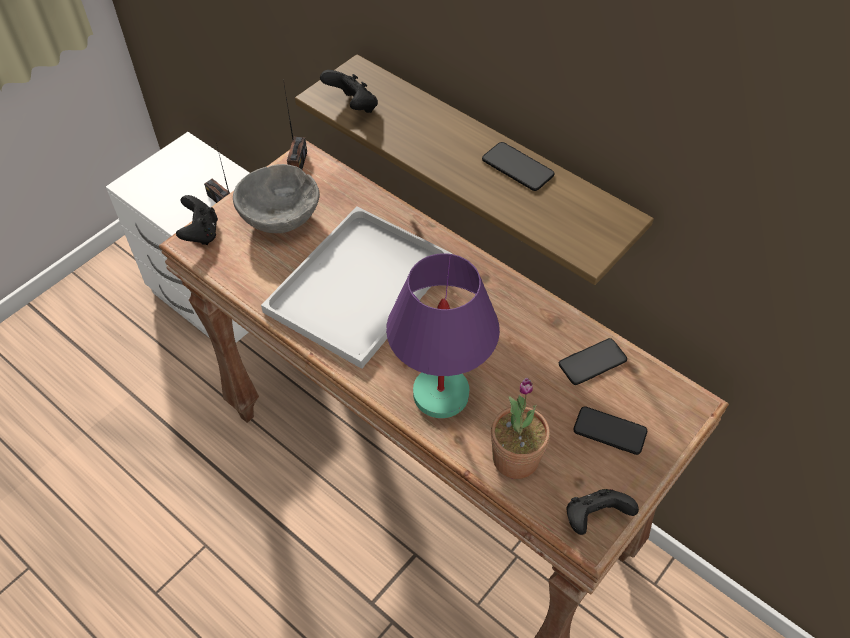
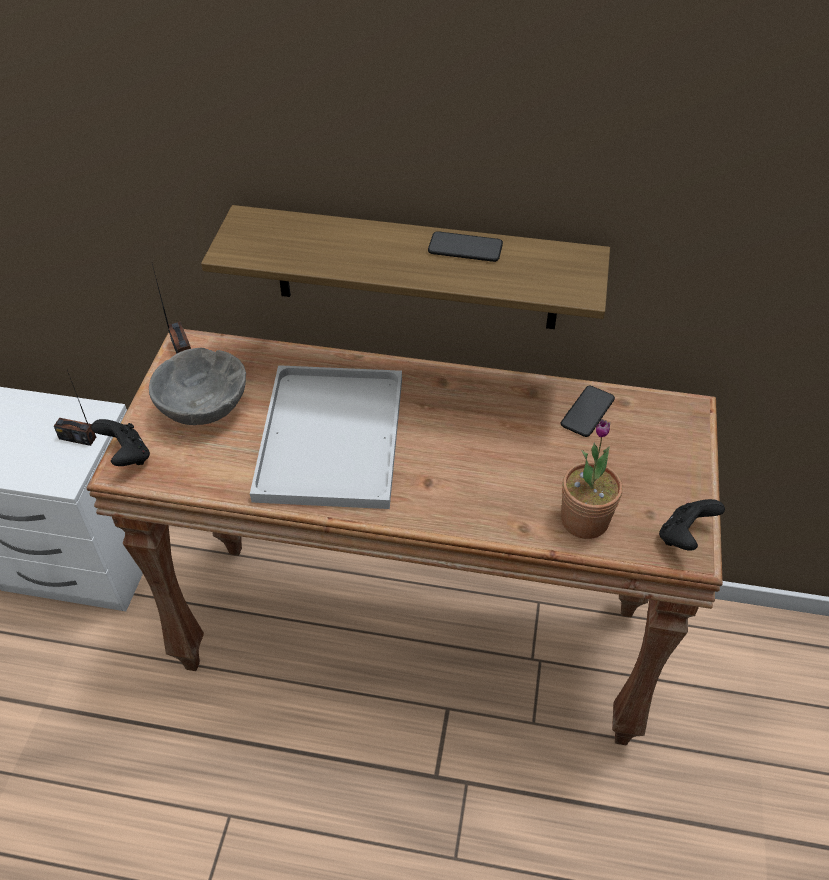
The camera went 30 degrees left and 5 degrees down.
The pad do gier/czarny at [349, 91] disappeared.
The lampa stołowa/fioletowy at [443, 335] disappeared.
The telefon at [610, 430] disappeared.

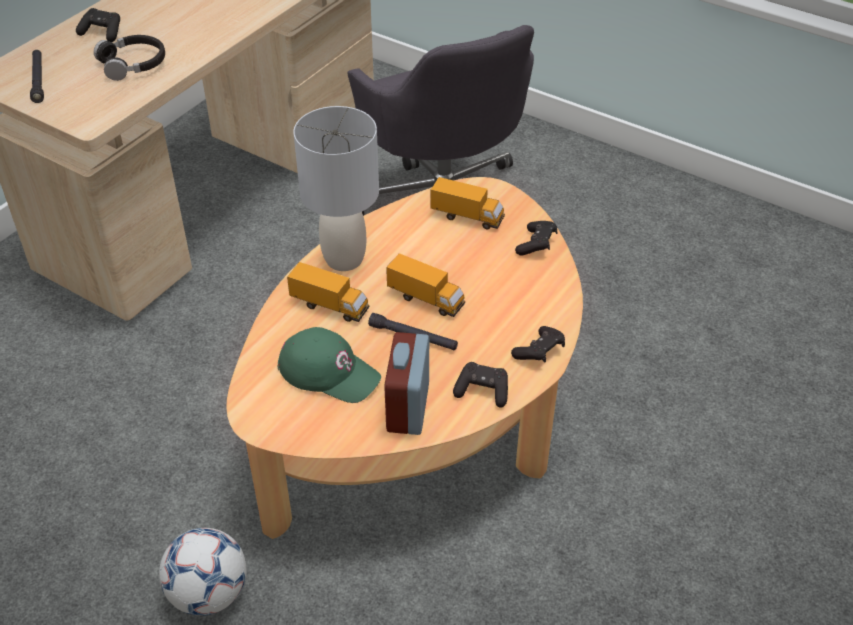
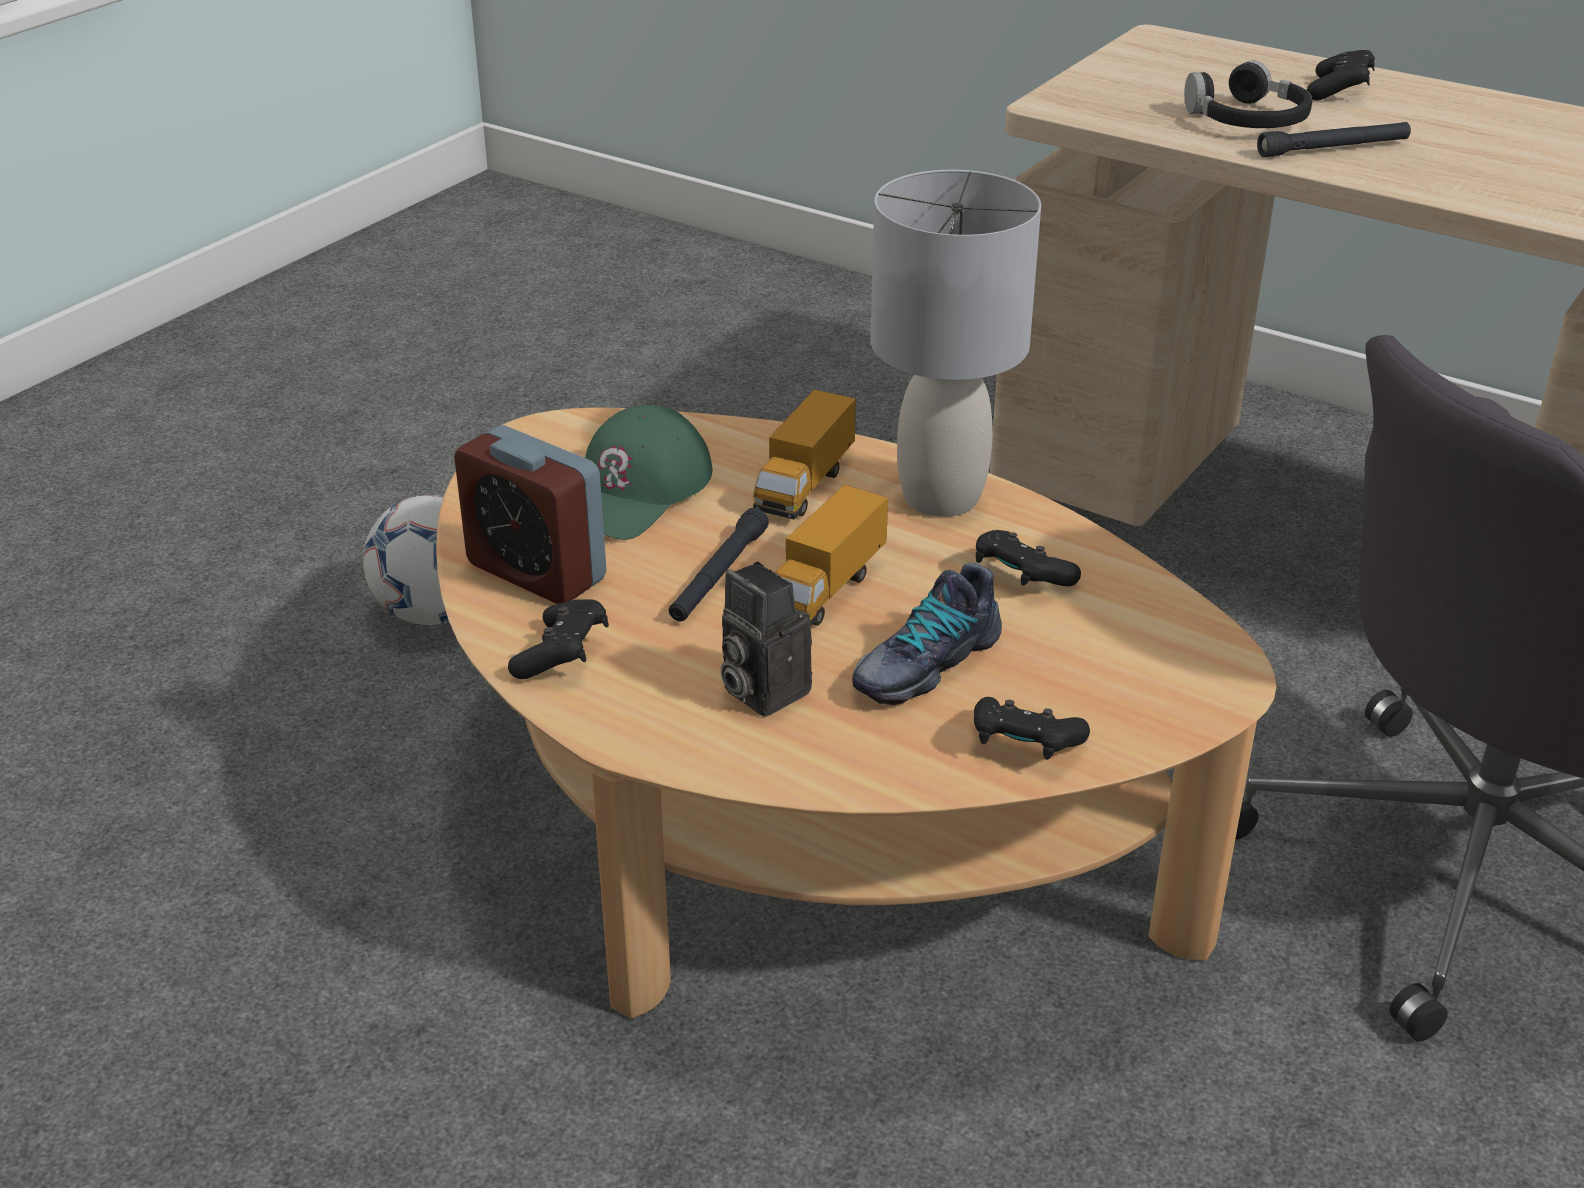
The camera went 90 degrees right and 10 degrees down.
The ciężarówka zabawkowa at [468, 203] disappeared.
The aparat fotograficzny at [766, 639] appeared.
The but at [927, 634] appeared.
The latarka/czarny moved from [37, 76] to [1334, 139].
The pad do gier/czarny moved from [538, 344] to [1028, 558].
The budzik at [406, 383] turned 150 degrees counterclockwise.

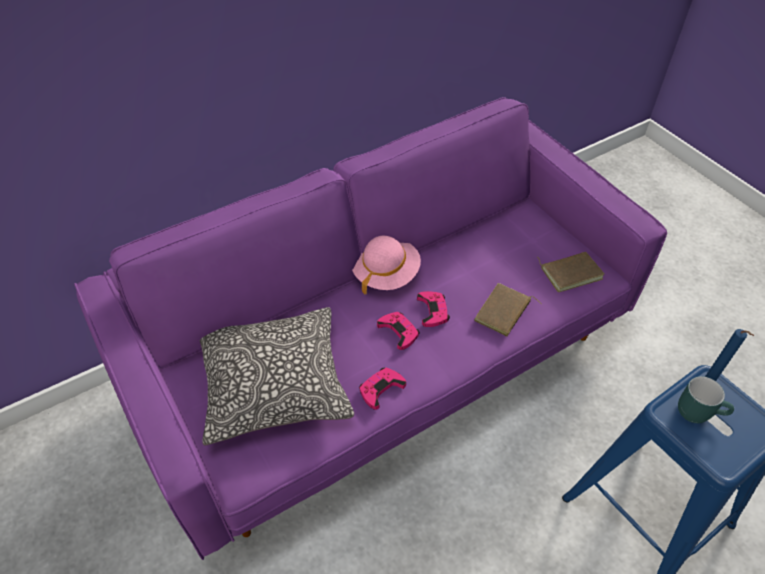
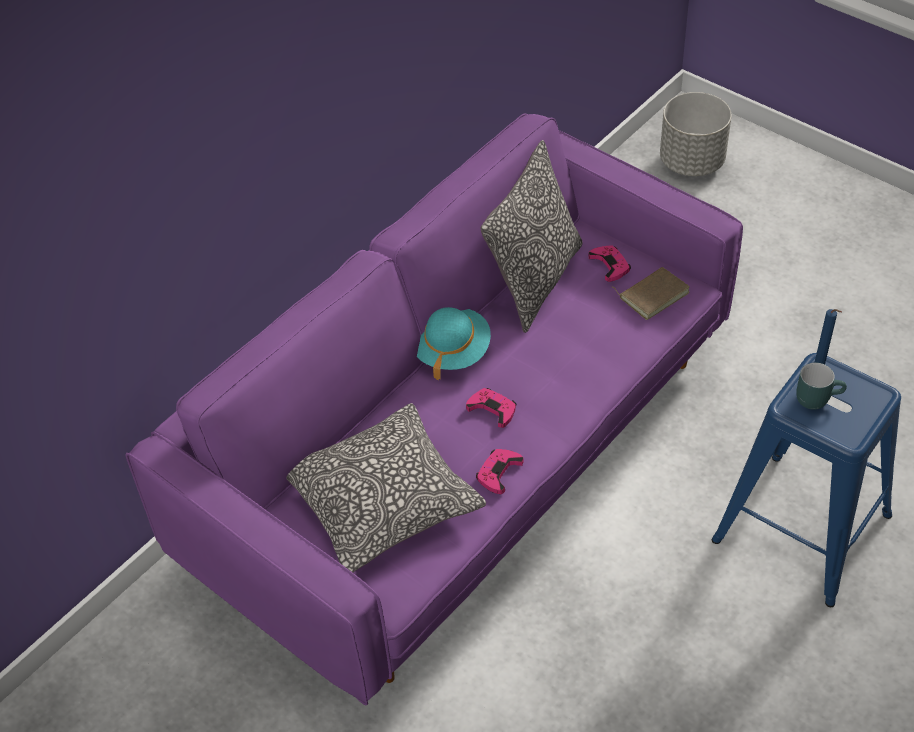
The camera went 15 degrees left and 0 degrees up.
The książka/brązowy at [508, 310] disappeared.
The poduszka at [532, 236] appeared.
The donica/szary at [696, 134] appeared.
The pad do gier/różowy moved from [433, 309] to [609, 264].
The kapelusz/różowy at [386, 265] became the kapelusz/turkusowy at [454, 343].

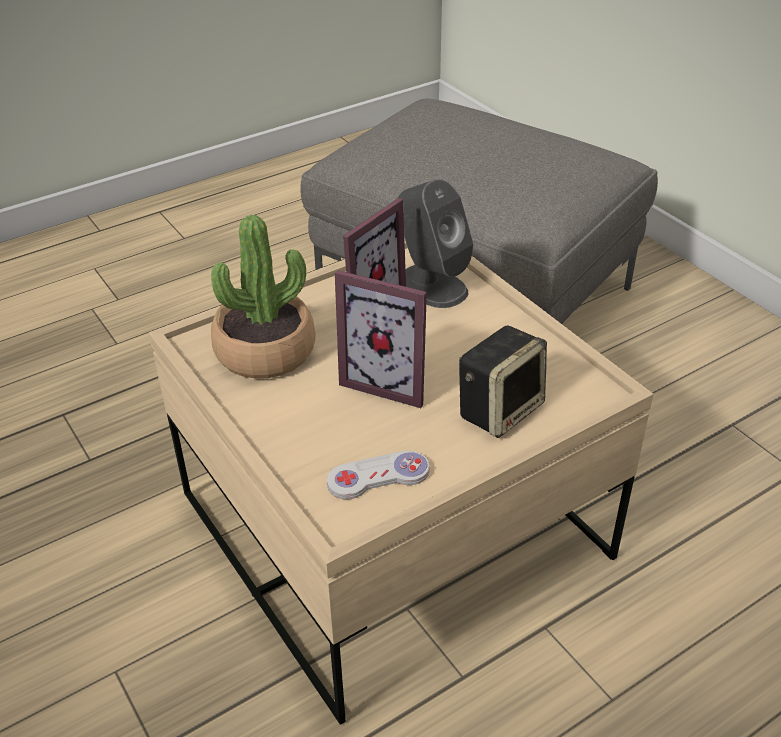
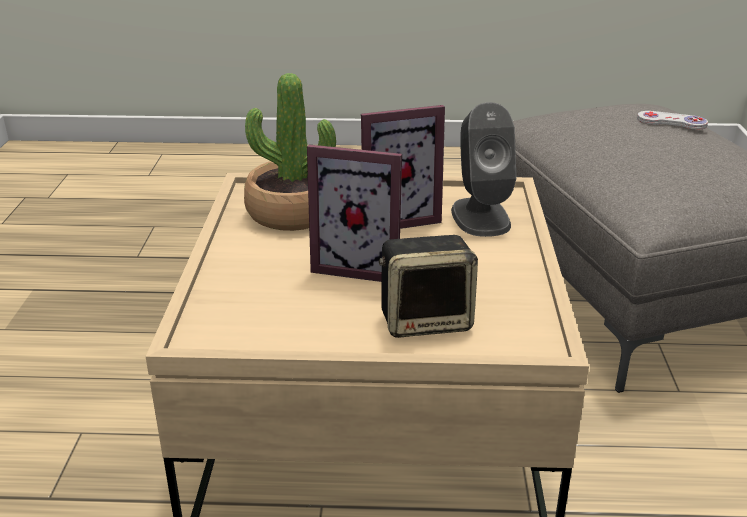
The camera went 35 degrees right and 10 degrees down.
The pad do gier/biały moved from [378, 475] to [672, 120].
The ramka na zdjęcie at [381, 339] turned 45 degrees counterclockwise.

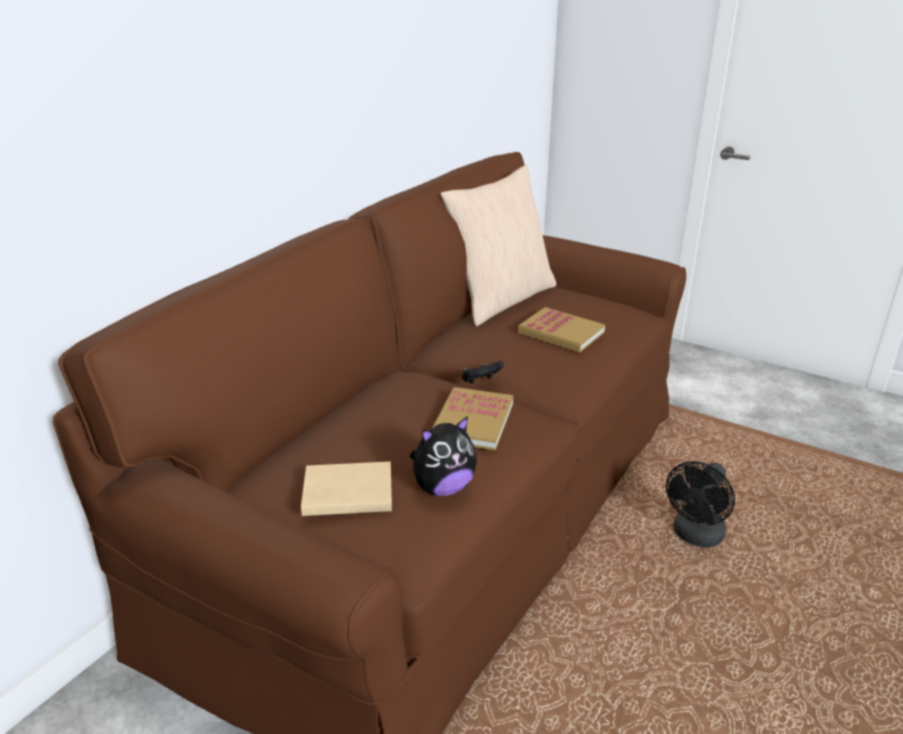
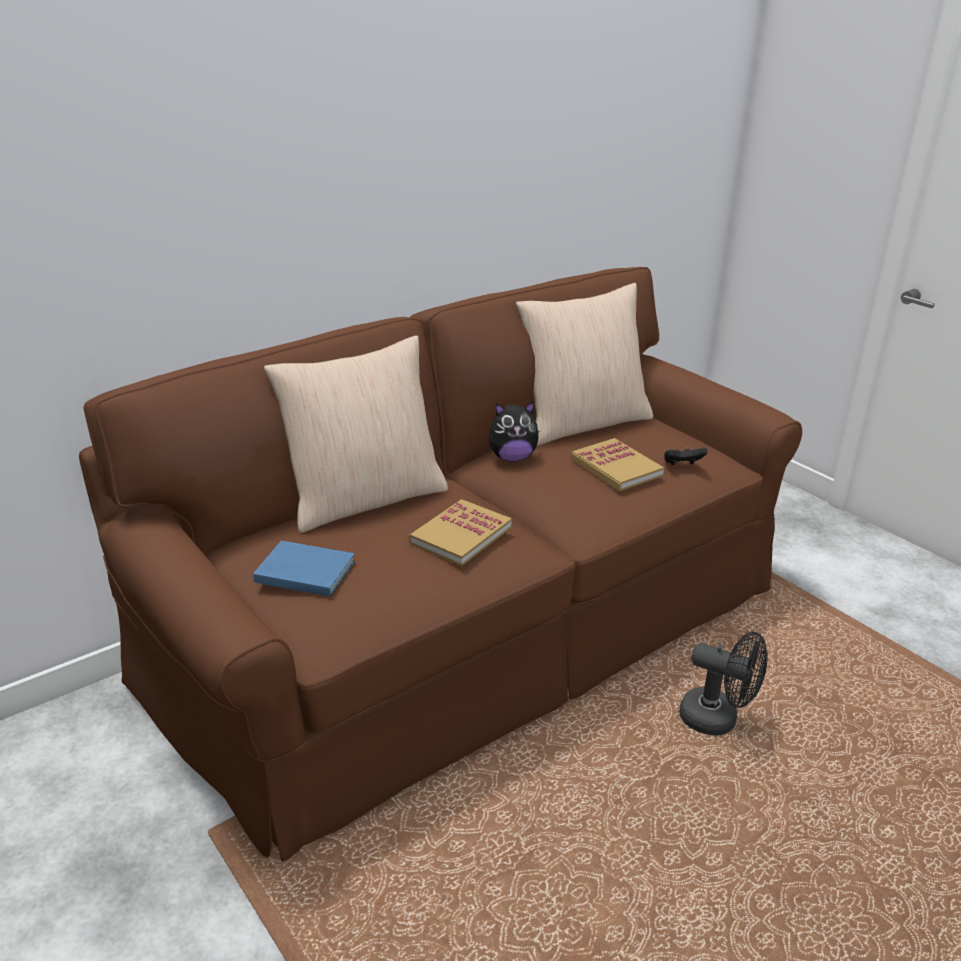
The camera went 20 degrees right and 0 degrees up.
The poduszka/beżowy at [356, 434] appeared.
The pluszak moved from [443, 456] to [514, 432].
The pad do gier/czarny moved from [483, 372] to [685, 456].
The książka/beżowy at [346, 488] became the książka/niebieski at [304, 569].
The wentylator/czarny at [700, 504] turned 120 degrees counterclockwise.

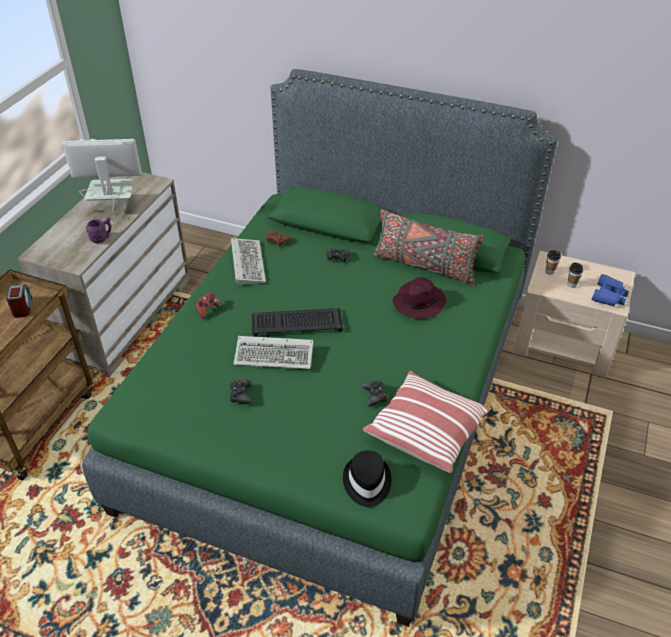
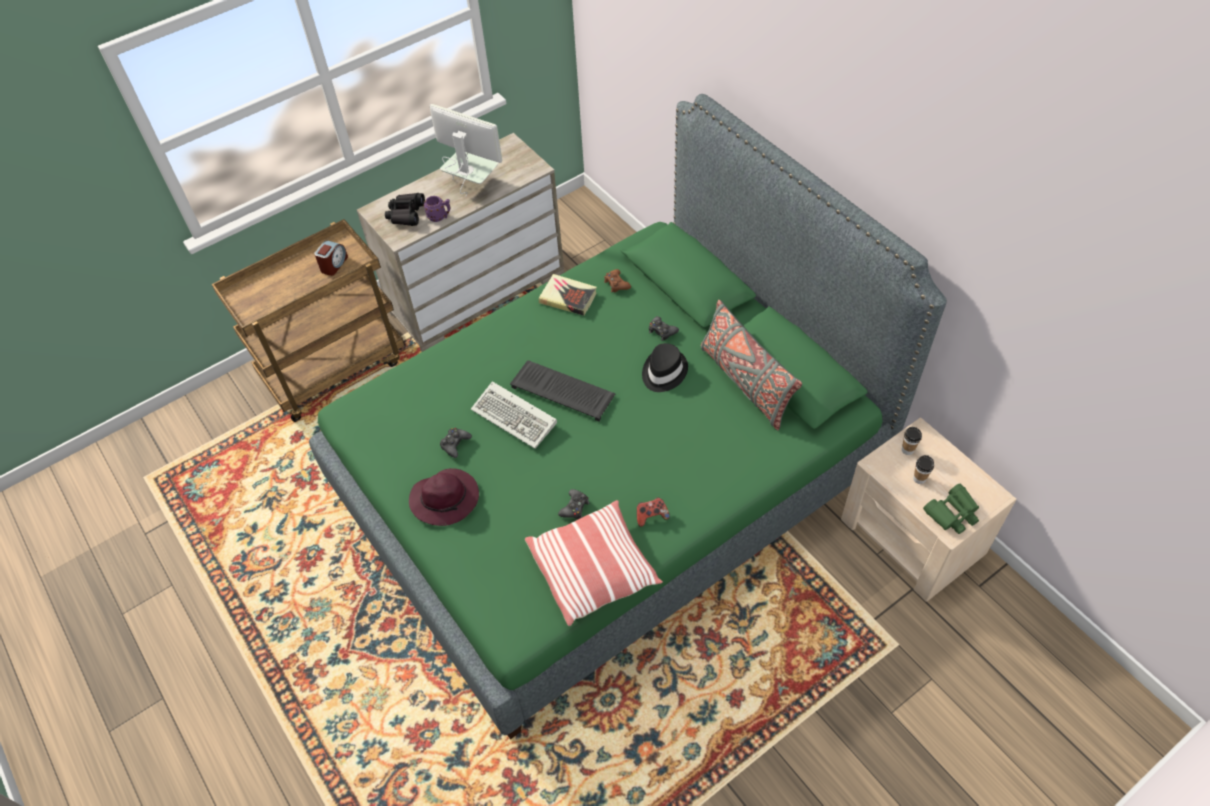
The camera went 35 degrees right and 10 degrees up.
The lornetka/czarny at [405, 209] appeared.
The pad do gier moved from [208, 305] to [653, 512].
The kapelusz/czarny moved from [367, 478] to [665, 367].
The kapelusz/fioletowy moved from [419, 298] to [444, 497].
The klawiatura at [248, 261] was replaced by the książka at [568, 295].
The lornetka/niebieski at [610, 290] became the lornetka/zielony at [951, 509].

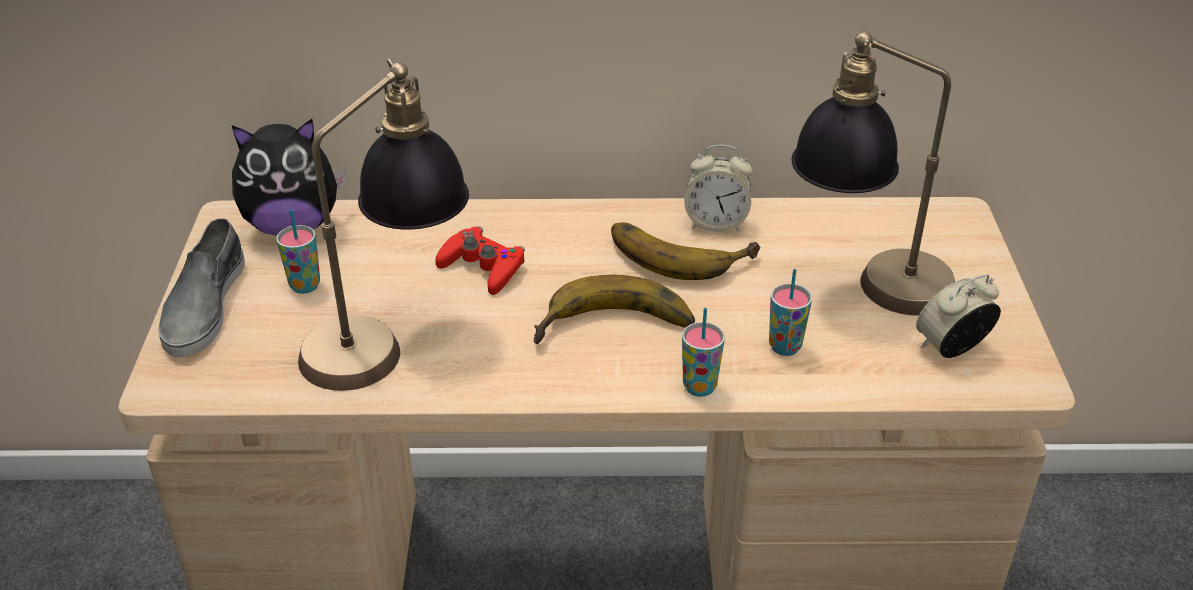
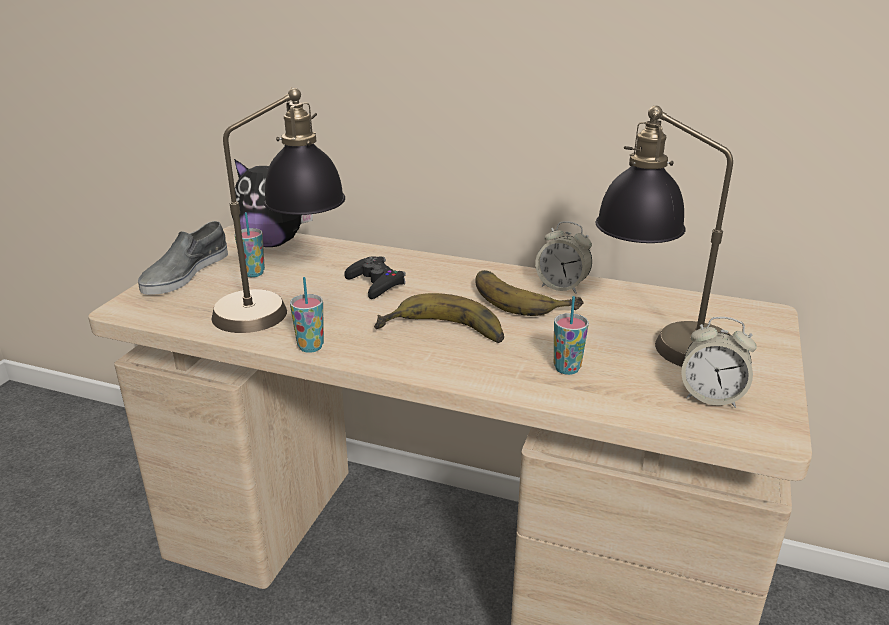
The camera went 20 degrees right and 10 degrees down.
The filiżanka moved from [703, 352] to [307, 315].
The pad do gier/czerwony at [480, 260] became the pad do gier/czarny at [375, 277].
The budzik at [958, 316] turned 150 degrees counterclockwise.

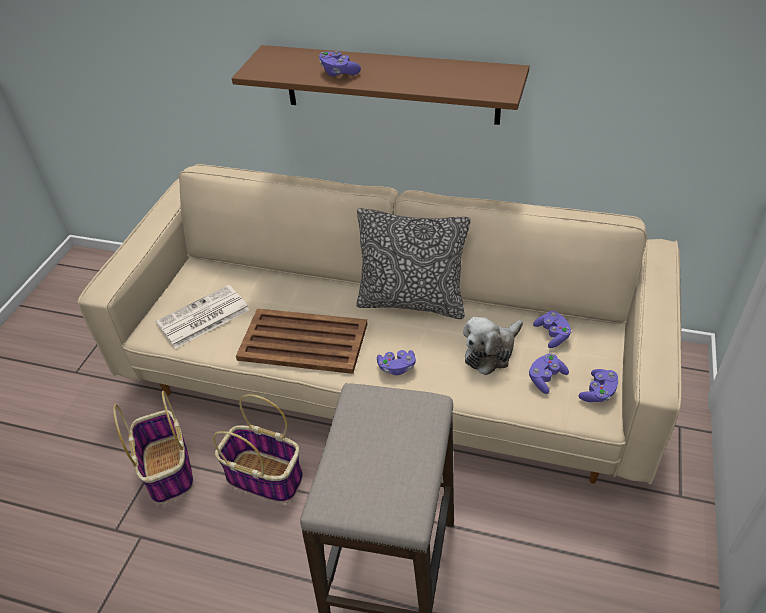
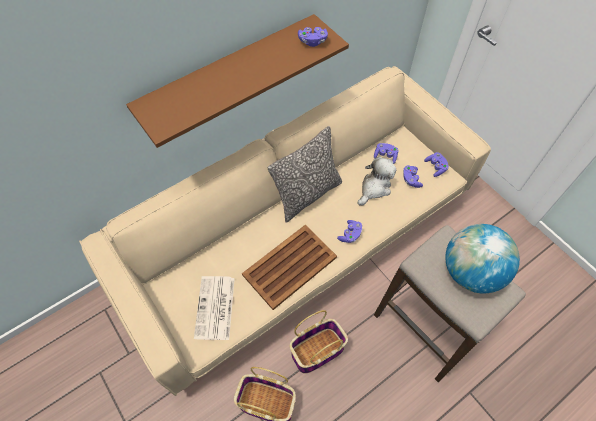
The camera went 55 degrees left and 15 degrees up.
The globus at [482, 258] appeared.
The pad do gier/fioletowy moved from [340, 64] to [313, 37].
The pluszak at [493, 346] turned 135 degrees counterclockwise.

